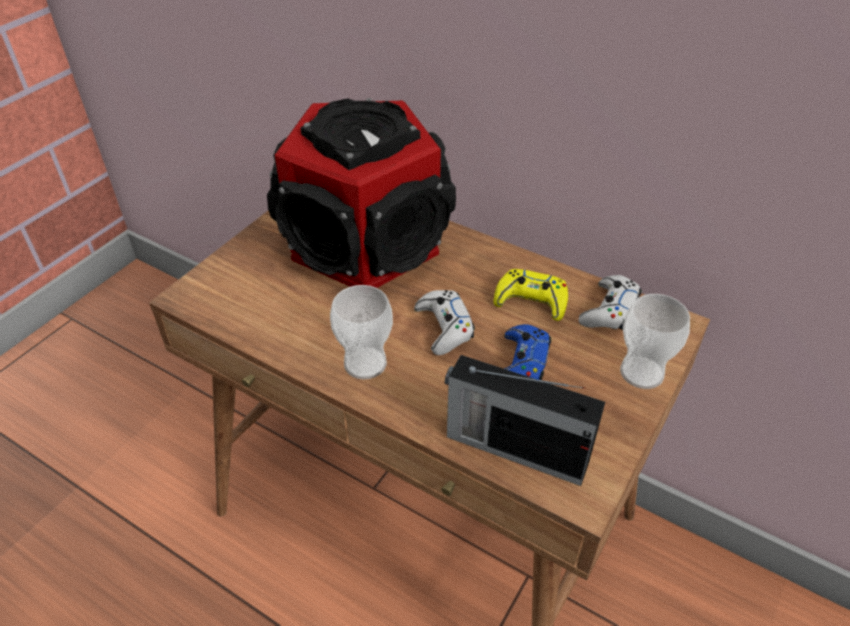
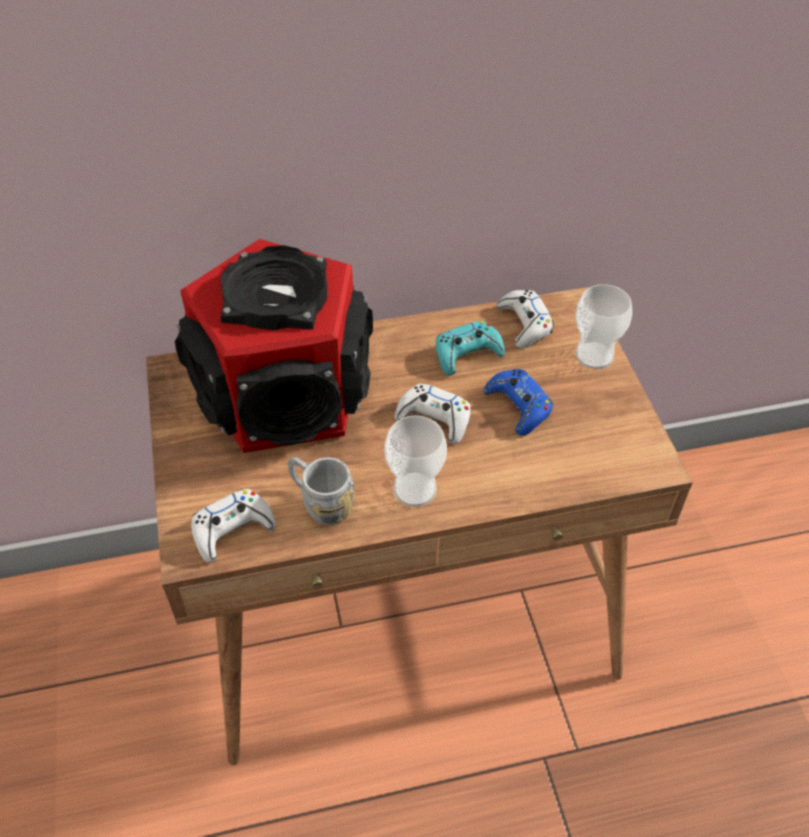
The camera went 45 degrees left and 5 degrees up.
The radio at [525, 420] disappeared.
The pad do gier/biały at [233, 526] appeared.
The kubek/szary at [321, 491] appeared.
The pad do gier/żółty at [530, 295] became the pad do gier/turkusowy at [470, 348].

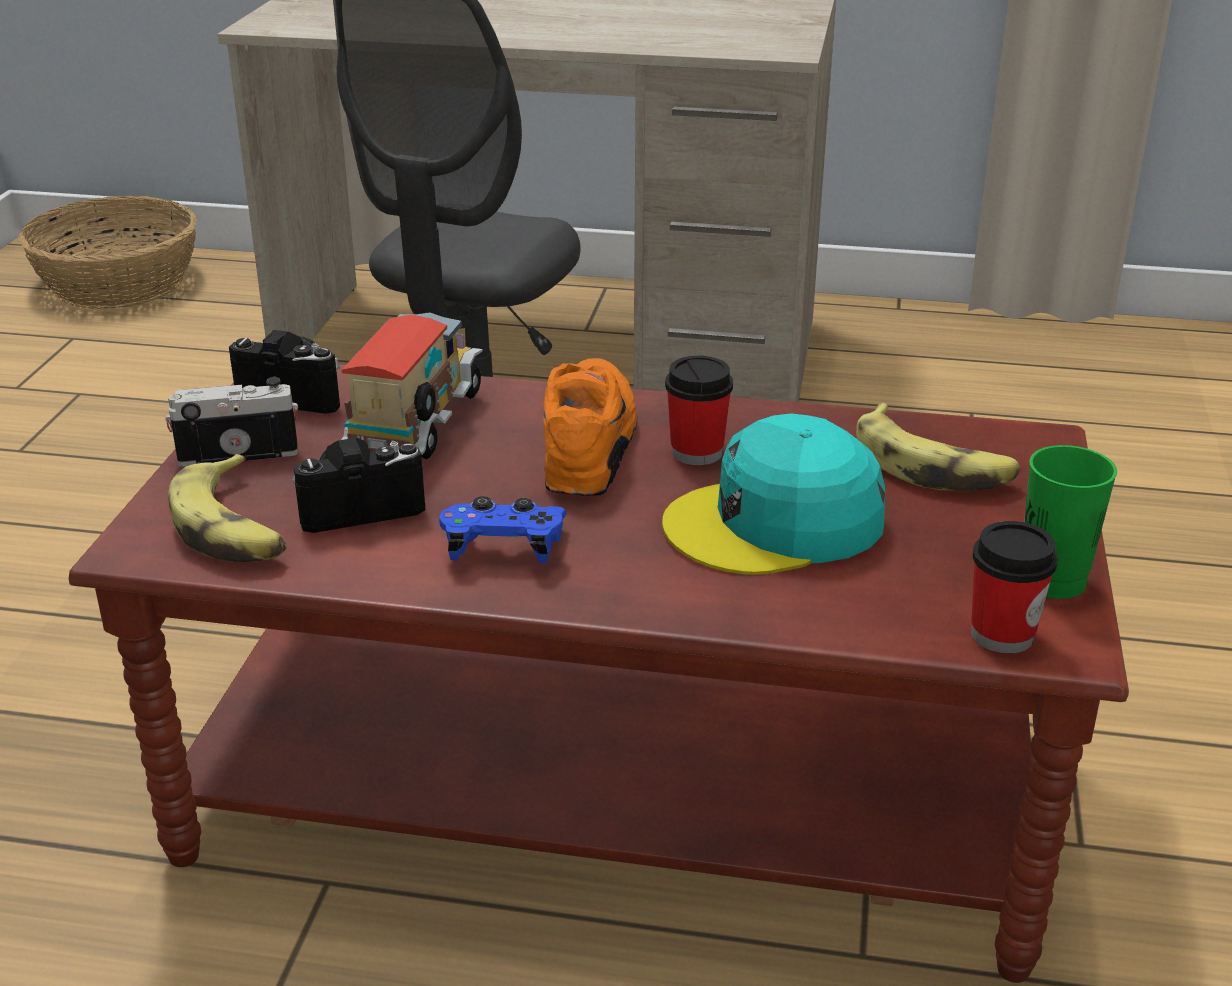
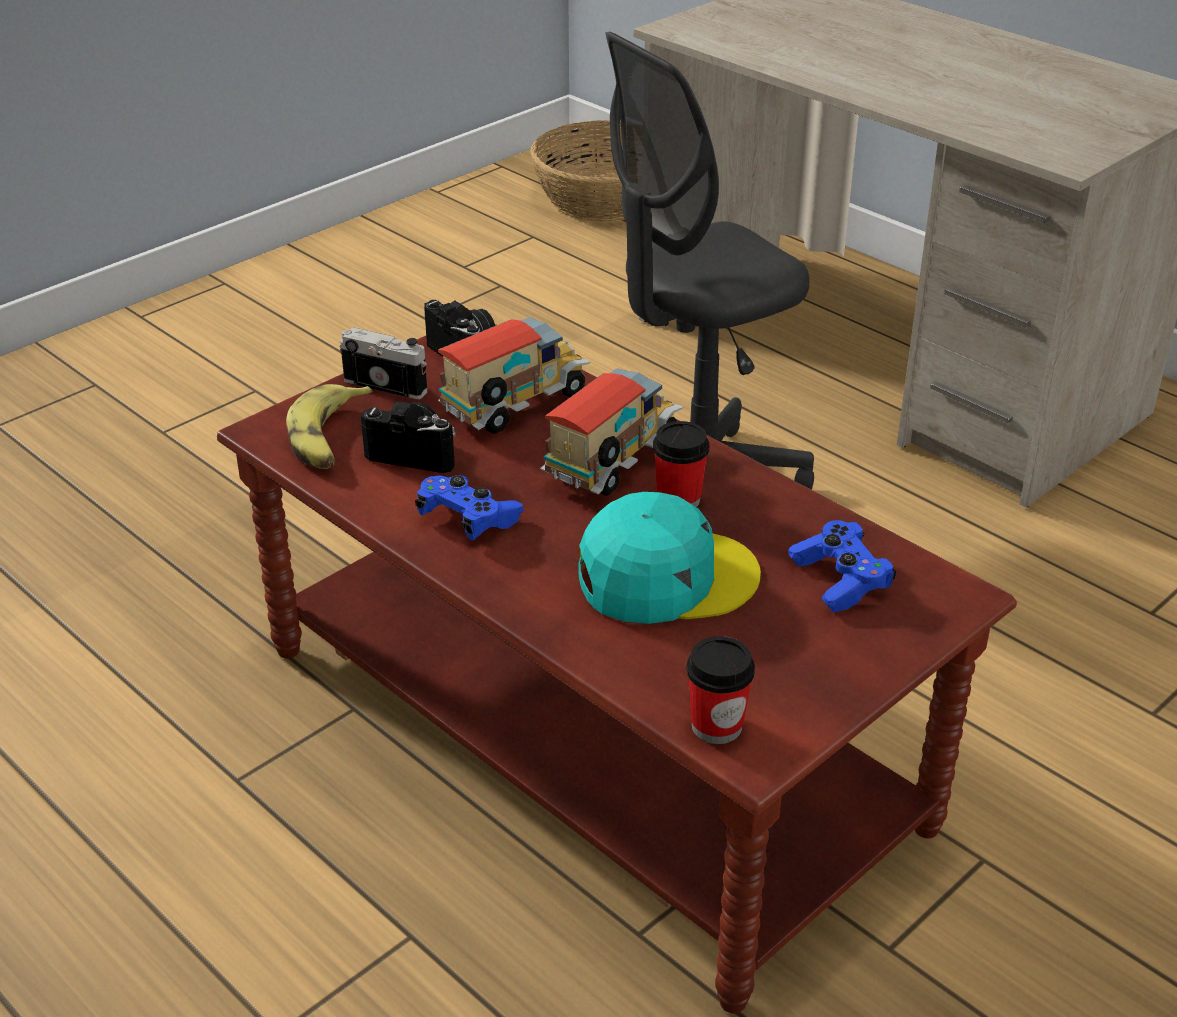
The camera went 35 degrees right and 5 degrees up.
The filiżanka/zielony at [1070, 522] disappeared.
The but/pomarańczowy at [590, 427] was replaced by the ciężarówka zabawkowa at [611, 432].
The banan at [938, 447] was replaced by the pad do gier/niebieski at [842, 566].
The czapka z daszkiem/turkusowy at [773, 494] turned 150 degrees clockwise.

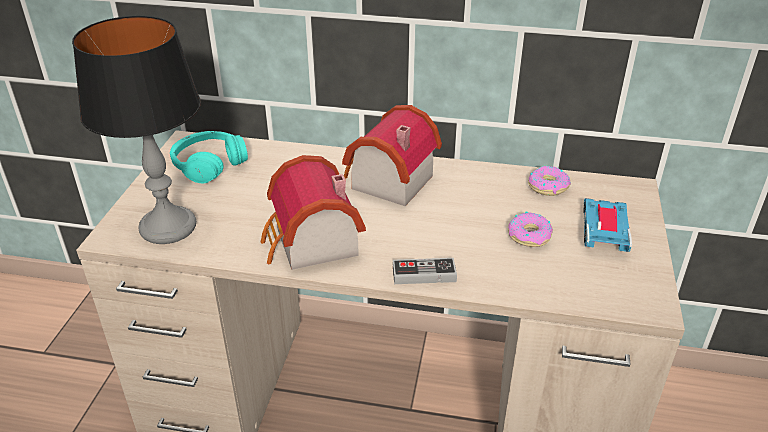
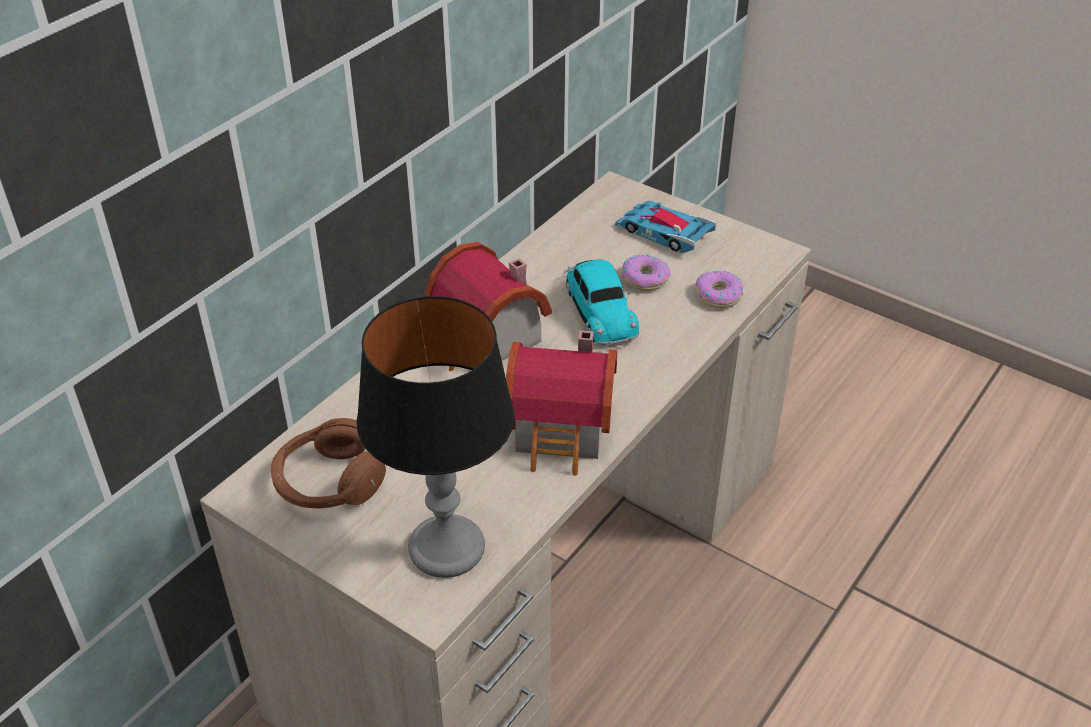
The camera went 65 degrees left and 5 degrees up.
The pad do gier at [425, 271] disappeared.
The samochodzik at [601, 303] appeared.
The donut moved from [549, 181] to [719, 289].
The słuchawki/turkusowy at [209, 157] became the słuchawki/brązowy at [328, 463].

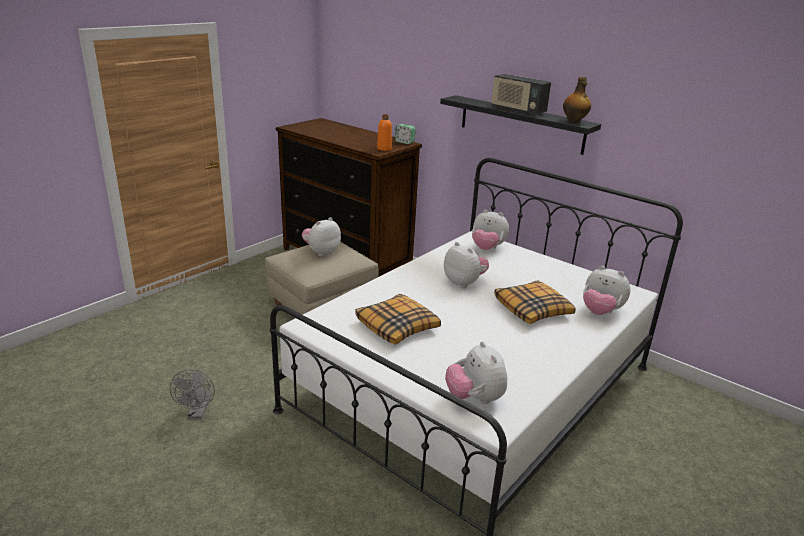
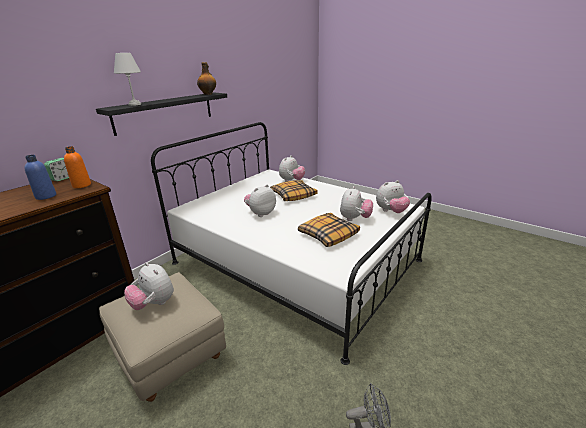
The camera went 90 degrees left and 0 degrees up.
The radio at [521, 94] disappeared.
The butelka/niebieski at [40, 177] appeared.
The lampa stołowa/biały at [127, 79] appeared.
The pluszak moved from [490, 230] to [356, 203].

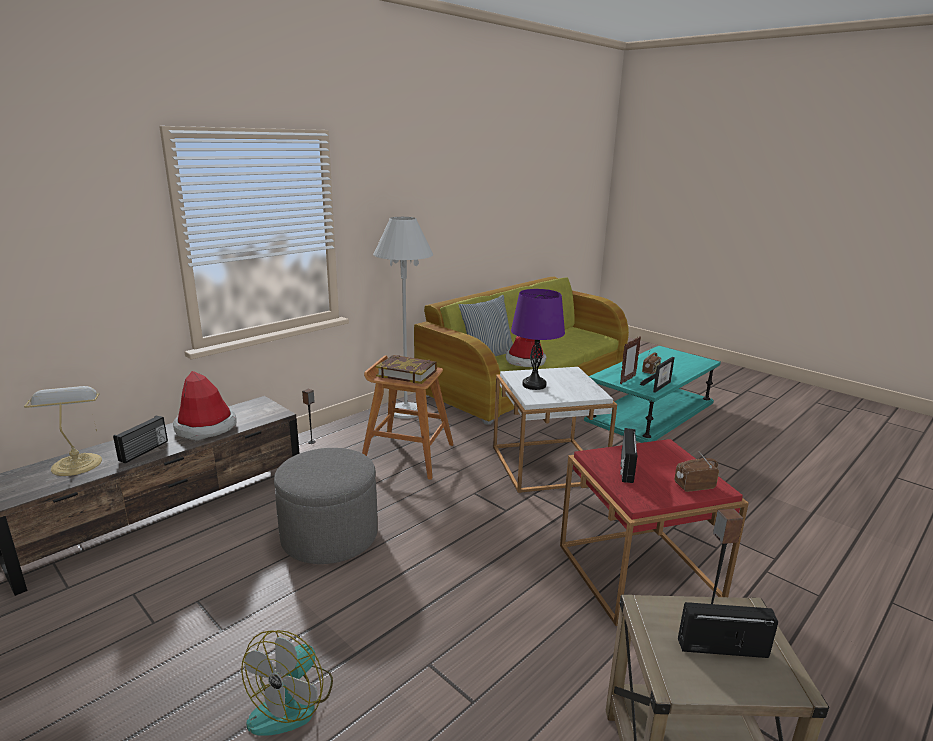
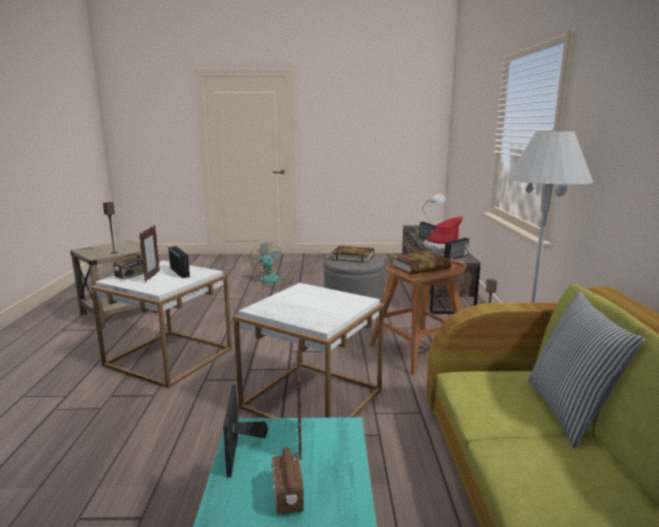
The camera went 135 degrees right and 5 degrees down.
The kapelusz at [526, 351] disappeared.
The lampa stołowa/fioletowy at [538, 339] disappeared.
The ramka na zdjęcie at [149, 253] appeared.
The książka at [352, 254] appeared.
The radio moved from [728, 630] to [456, 249].
The stolik/czerwony at [654, 532] became the stolik/biały at [161, 324].

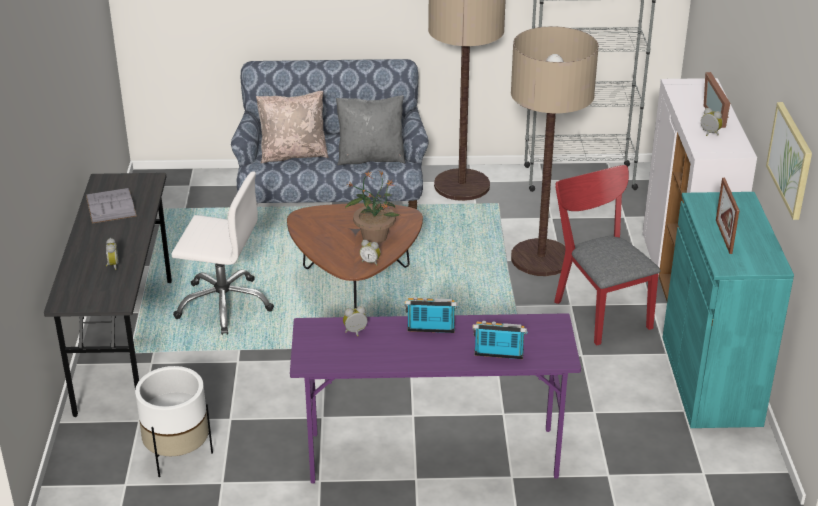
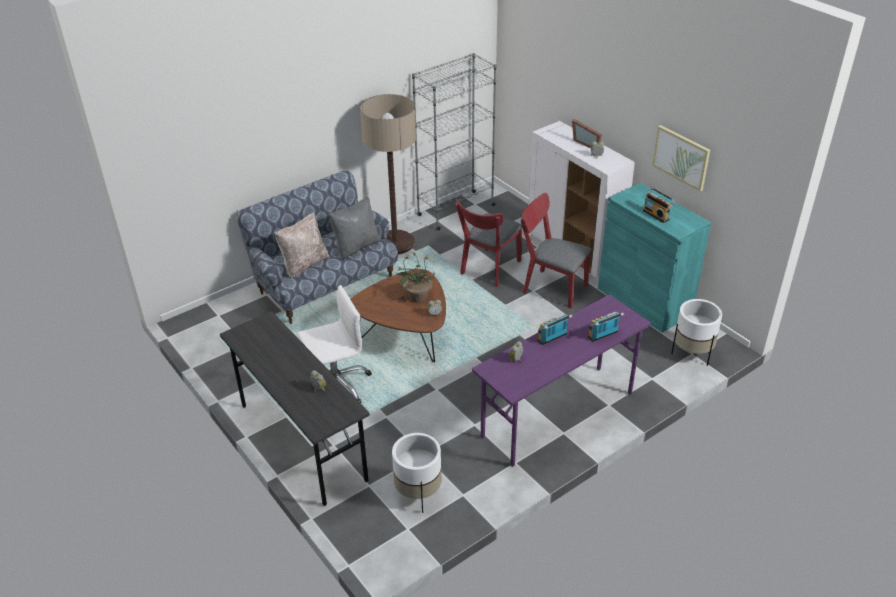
The camera went 35 degrees left and 5 degrees up.
The książka/szary at [111, 206] disappeared.
The donica/biały at [696, 332] appeared.
The lampa stojąca at [555, 151] was replaced by the krzesło/czerwony at [488, 243].
The ramka na zdjęcie at [728, 216] was replaced by the radio at [659, 205].

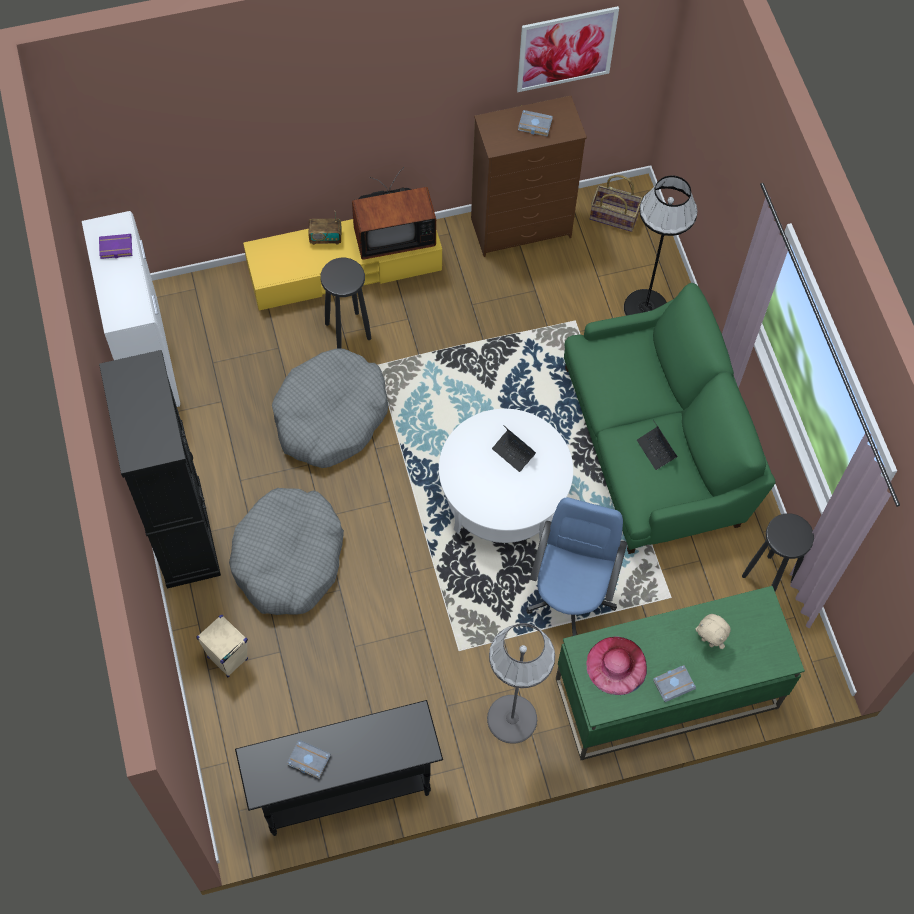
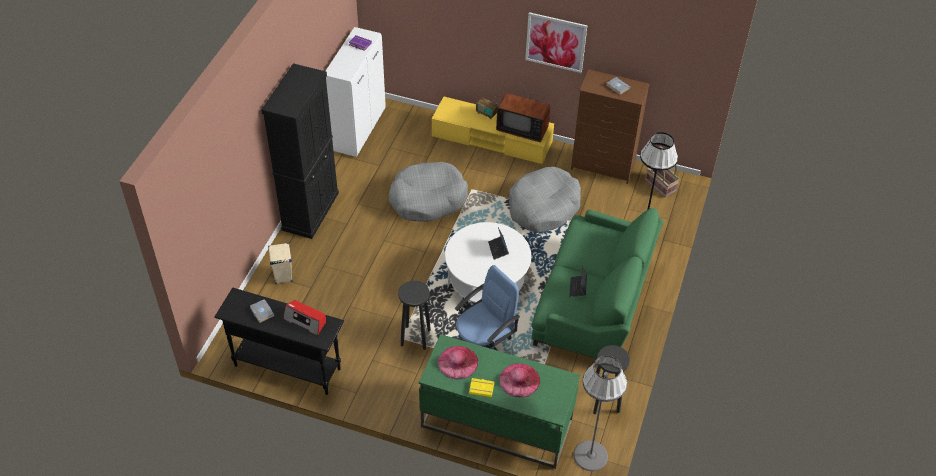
The camera went 35 degrees right and 15 degrees down.
The radio at [304, 318] appeared.
The legowisko/szary moved from [286, 551] to [545, 200].
The stołek/czarny moved from [345, 303] to [414, 315].
The lampa stojąca/szary moved from [521, 683] to [600, 413].
The obraz moved from [568, 49] to [556, 42].
The pluszak/beżowy at [713, 631] was replaced by the kapelusz/różowy at [519, 380].
The książka/szary at [674, 683] became the książka/żółty at [481, 388].

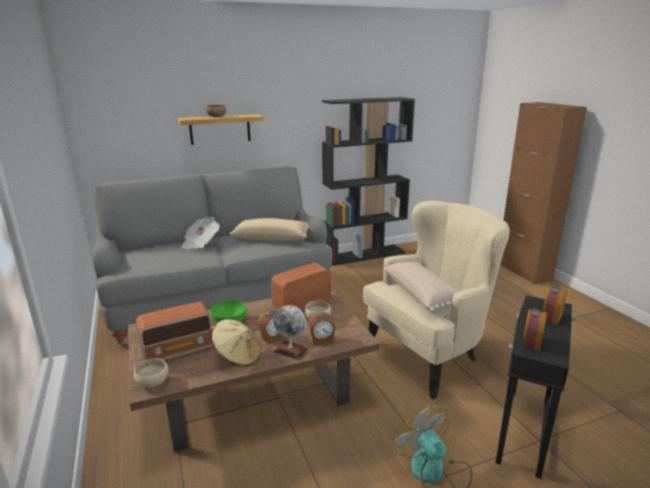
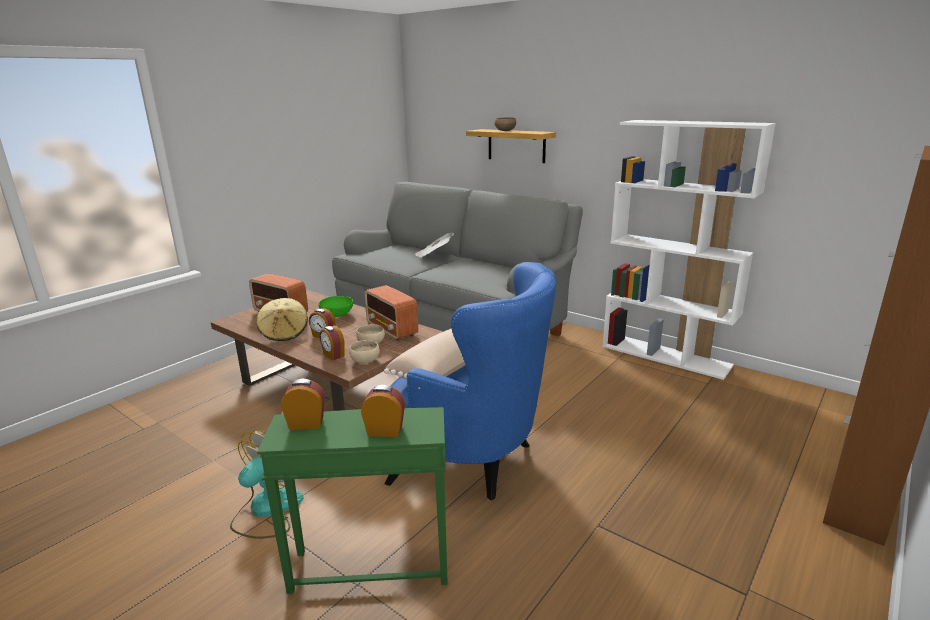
The camera went 60 degrees right and 0 degrees up.
The poduszka/beżowy at [269, 229] disappeared.
The globus at [291, 332] disappeared.
The miska/beżowy moved from [151, 373] to [364, 352].
The regał/czarny at [368, 181] became the regał/biały at [689, 250].
The fotel/beżowy at [436, 300] became the fotel/niebieski at [470, 381].
The stolik/czarny at [534, 387] became the stolik/zielony at [352, 500].
The radio at [301, 286] turned 150 degrees counterclockwise.

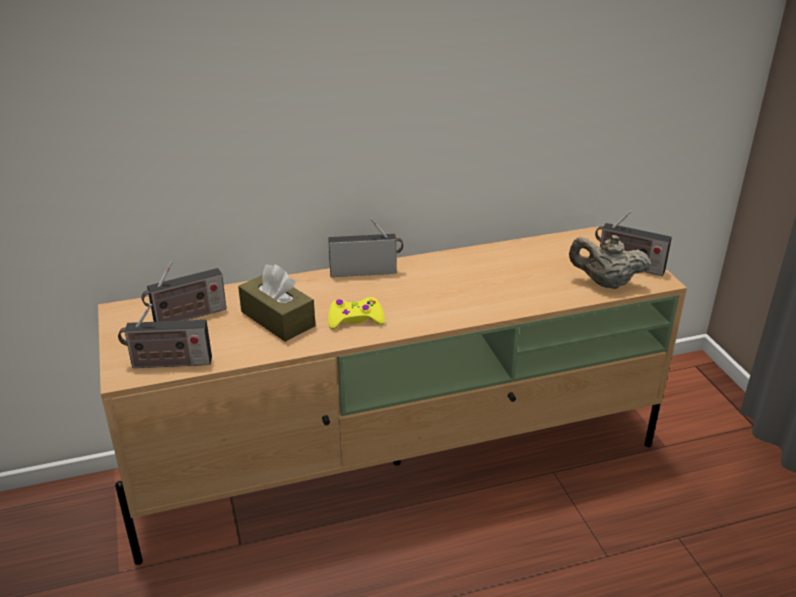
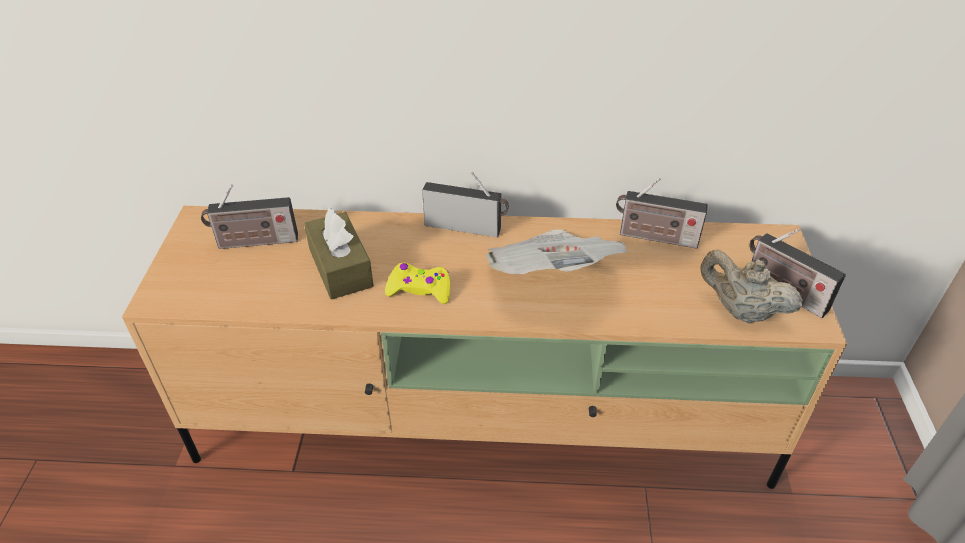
The camera went 20 degrees right and 10 degrees up.
The gazeta at [557, 251] appeared.
The radio moved from [165, 336] to [662, 213].

